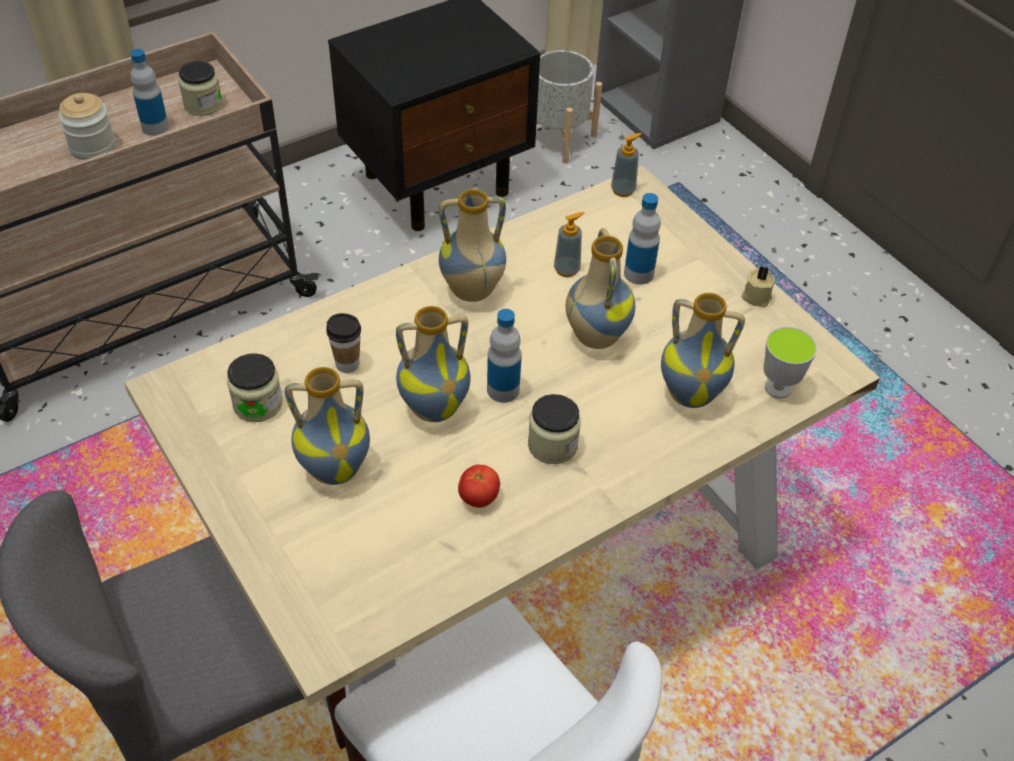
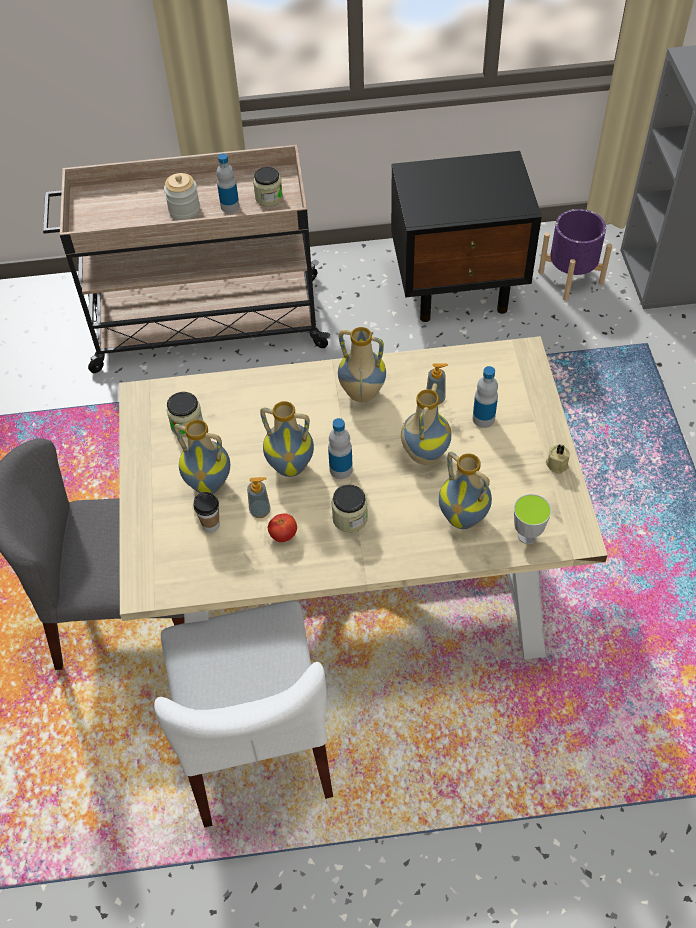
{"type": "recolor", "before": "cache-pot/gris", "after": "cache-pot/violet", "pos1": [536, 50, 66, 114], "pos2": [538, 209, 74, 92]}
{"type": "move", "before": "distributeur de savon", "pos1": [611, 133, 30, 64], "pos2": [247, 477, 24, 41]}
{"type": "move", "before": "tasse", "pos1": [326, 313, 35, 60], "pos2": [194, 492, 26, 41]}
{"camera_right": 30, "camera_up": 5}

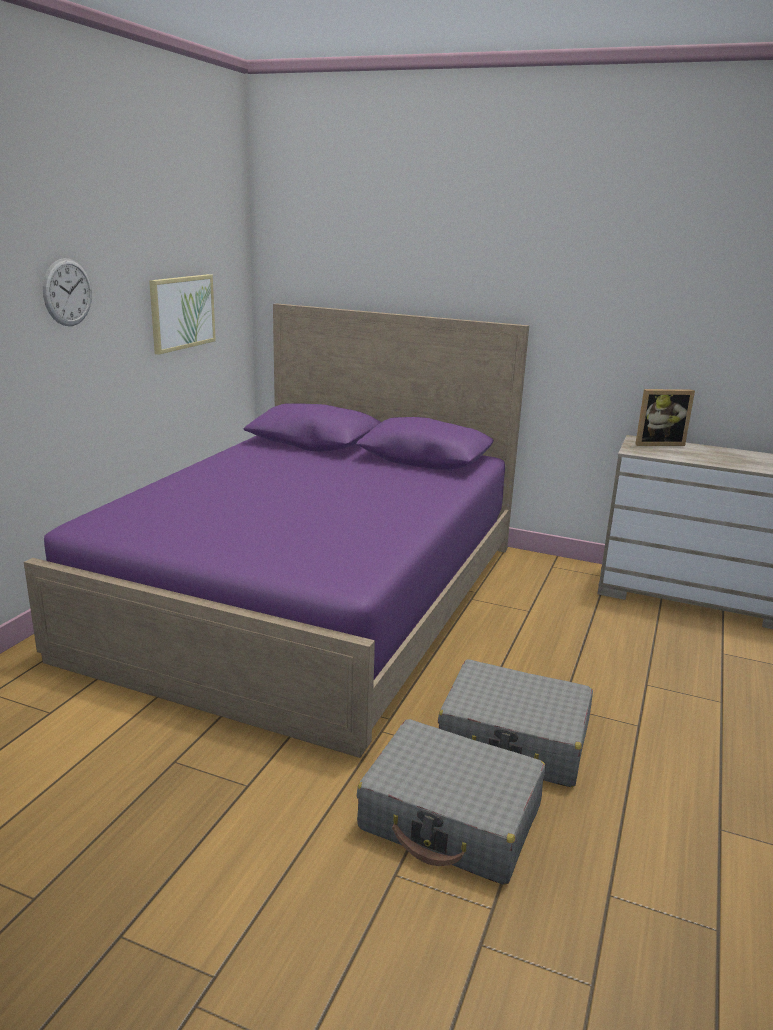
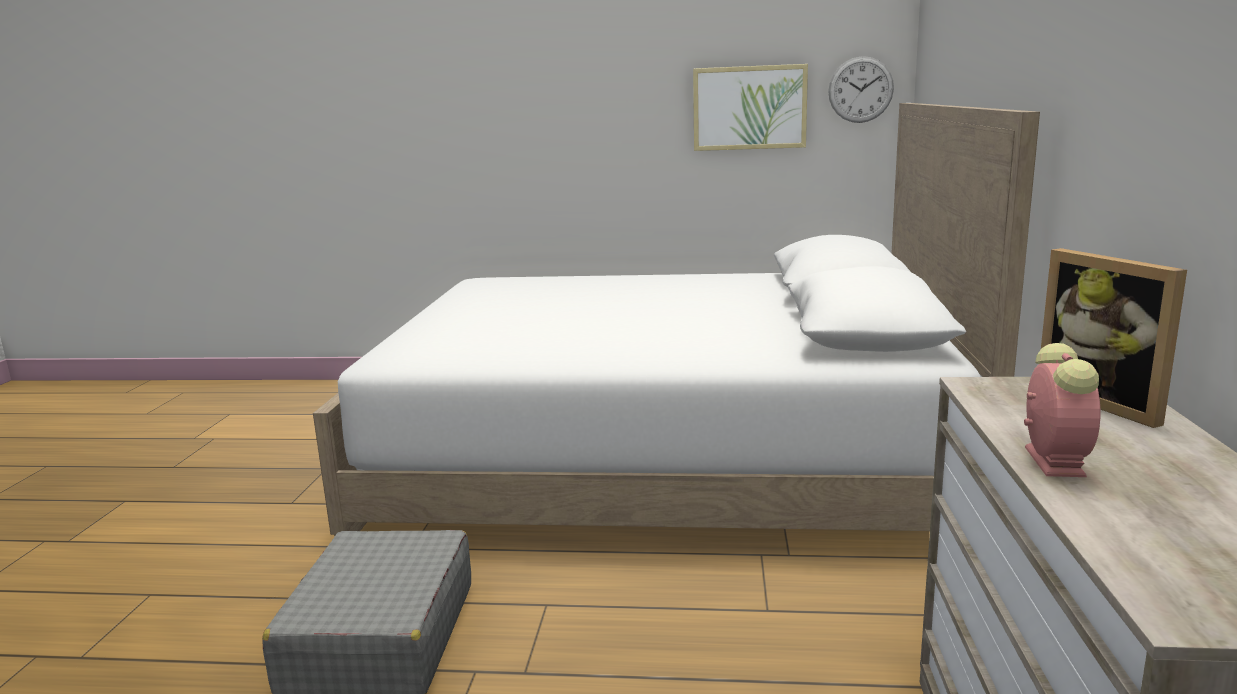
{"type": "move", "before": "horloge murale", "pos1": [43, 258, 49, 68], "pos2": [828, 56, 66, 67]}
{"type": "recolor", "before": "lit/violet", "after": "lit/blanc", "pos1": [24, 303, 505, 455], "pos2": [313, 103, 727, 434]}
{"type": "delete", "before": "valise/gris", "pos1": [357, 719, 189, 166]}
{"type": "insert", "after": "réveil", "pos2": [1024, 343, 76, 134]}
{"camera_right": 75, "camera_up": -5}

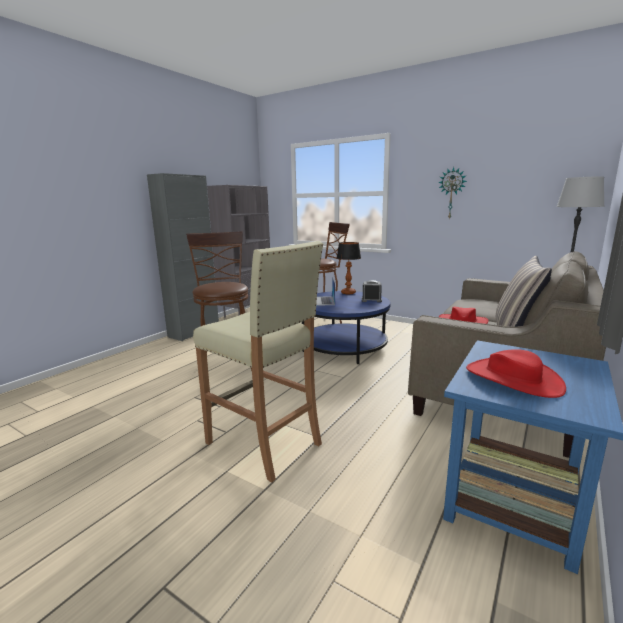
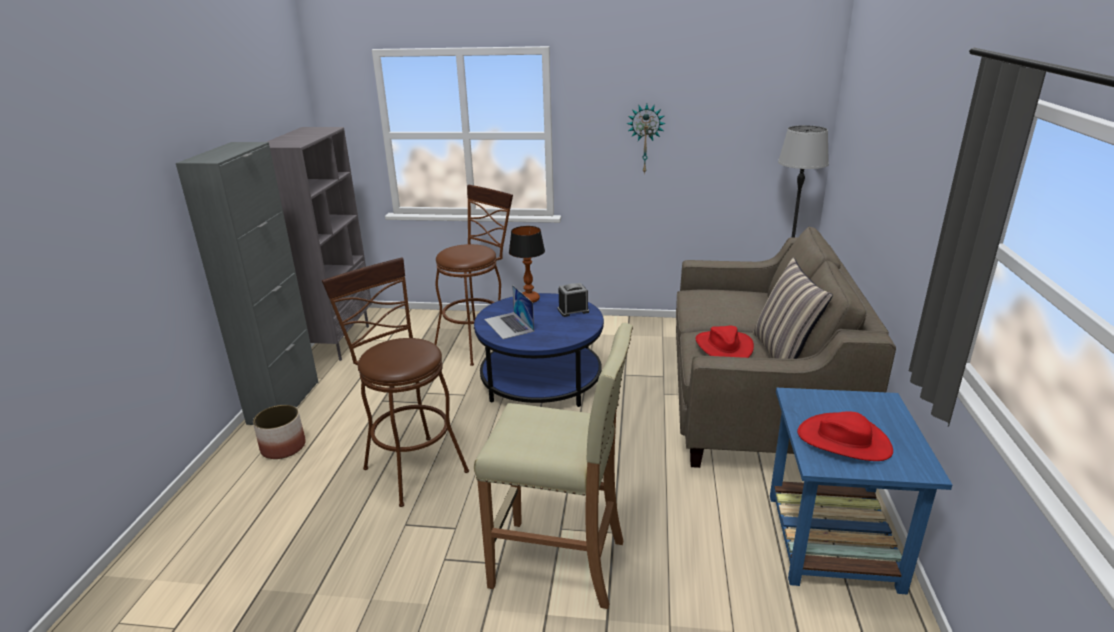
{"type": "insert", "after": "cache-pot", "pos2": [253, 405, 53, 54]}
{"camera_right": -25, "camera_up": 10}

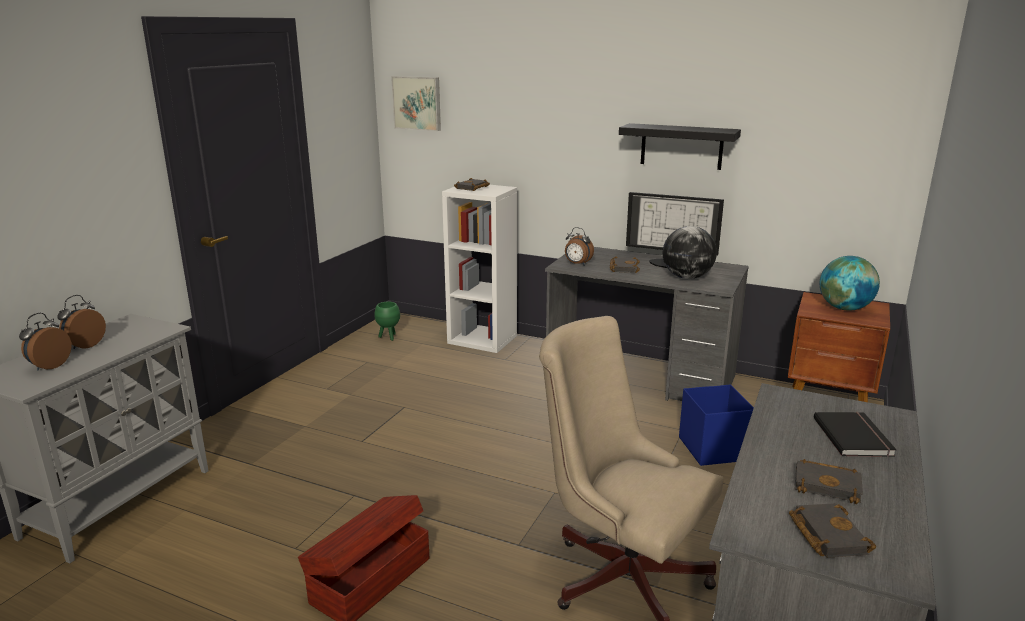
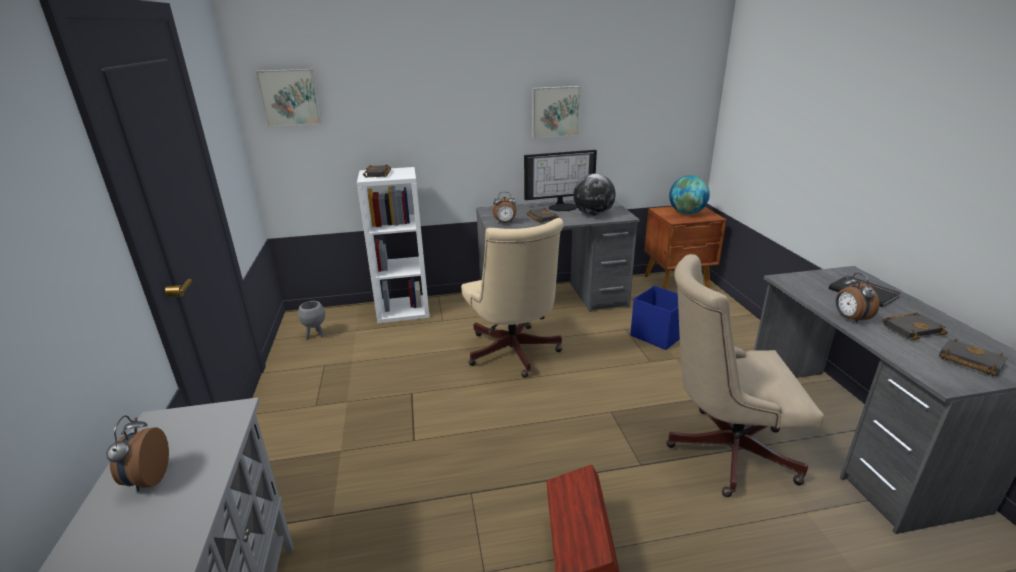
{"type": "replace", "before": "étagère/noir", "after": "tableau", "pos1": [619, 123, 122, 47], "pos2": [532, 86, 48, 52]}
{"type": "recolor", "before": "cache-pot/vert", "after": "cache-pot/gris", "pos1": [374, 302, 26, 39], "pos2": [298, 301, 27, 38]}
{"type": "move", "before": "réveil", "pos1": [19, 313, 53, 57], "pos2": [836, 273, 43, 51]}
{"type": "insert", "after": "chaise de bureau/beige", "pos2": [461, 218, 102, 160]}
{"camera_right": -35, "camera_up": 5}

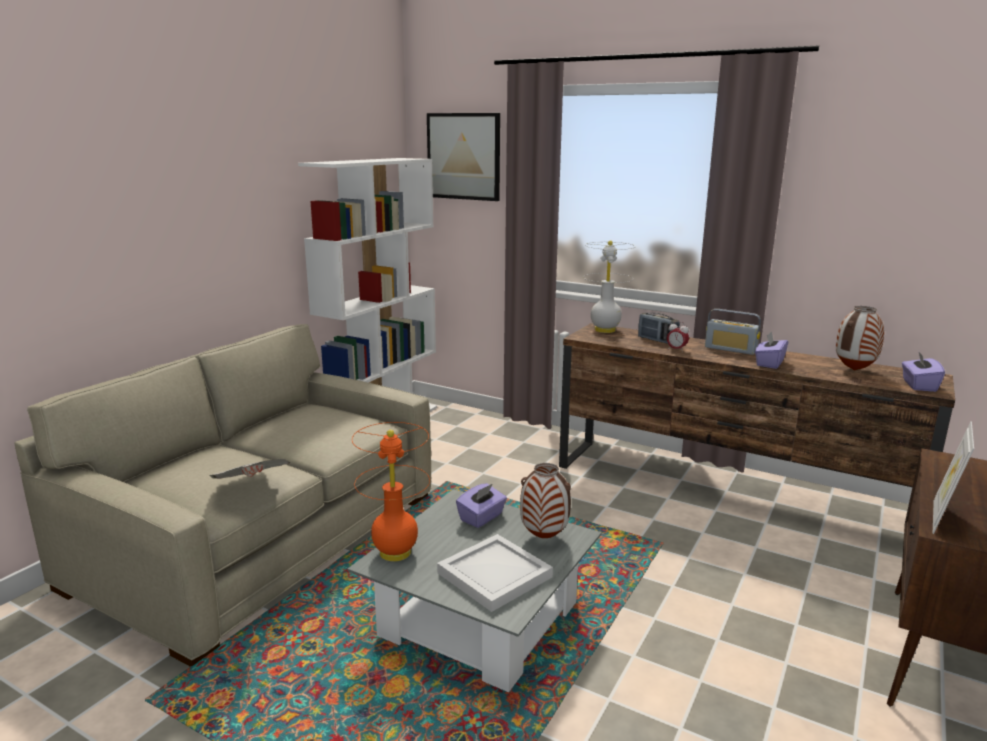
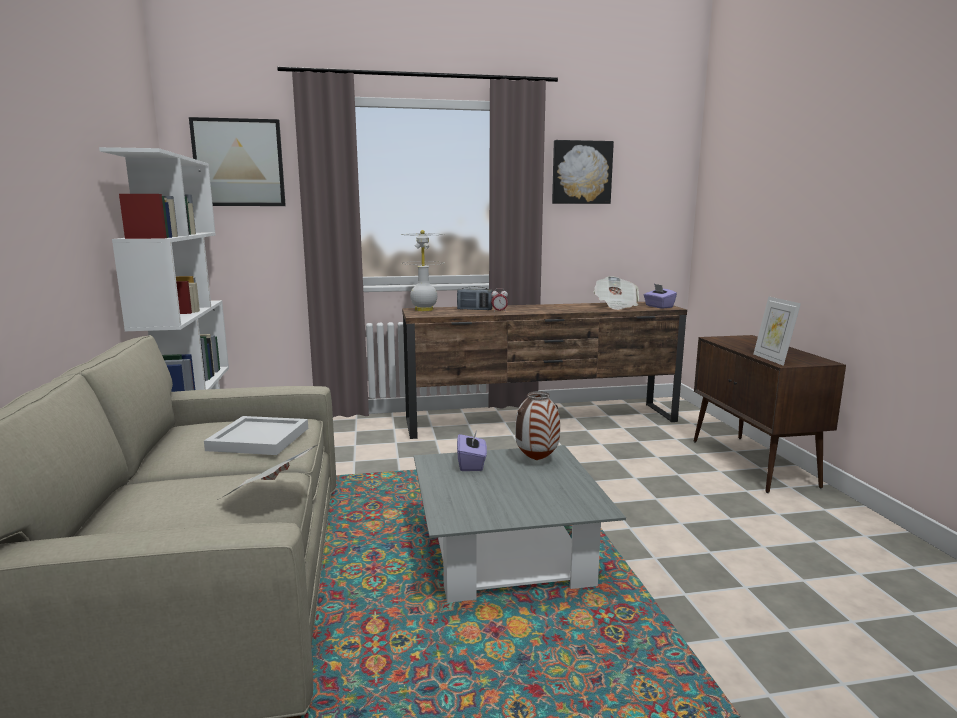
{"type": "replace", "before": "vase", "after": "journal", "pos1": [836, 306, 48, 65], "pos2": [593, 276, 46, 34]}
{"type": "delete", "before": "radio", "pos1": [705, 309, 56, 46]}
{"type": "delete", "before": "boîte à mouchoirs/violet", "pos1": [755, 331, 33, 38]}
{"type": "delete", "before": "lampe de table/orange", "pos1": [352, 422, 78, 139]}
{"type": "move", "before": "plateau/blanc", "pos1": [437, 534, 116, 78], "pos2": [204, 416, 104, 39]}
{"type": "insert", "after": "tableau", "pos2": [552, 140, 62, 64]}
{"camera_right": -40, "camera_up": -5}

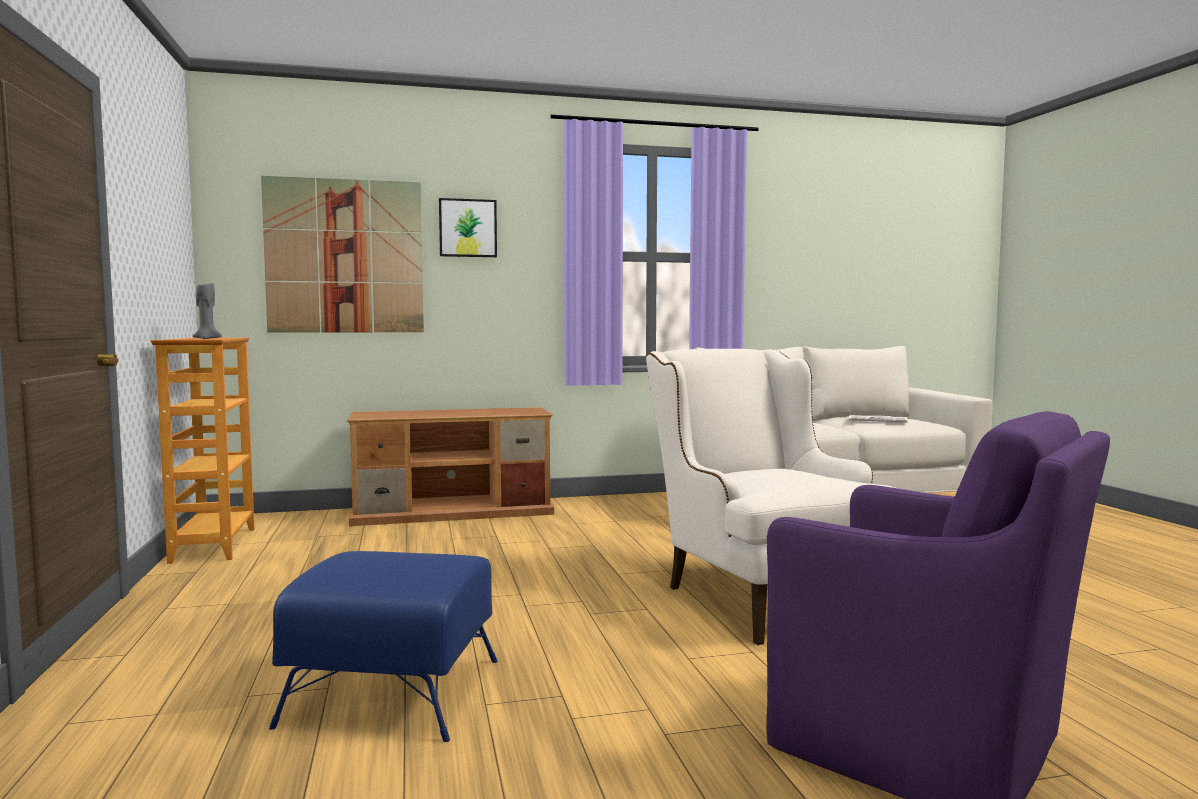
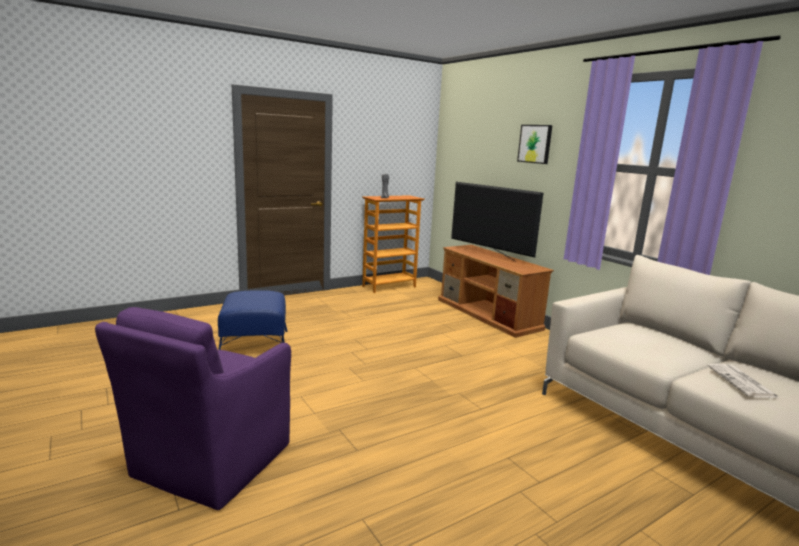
{"type": "delete", "before": "tableau", "pos1": [261, 176, 163, 157]}
{"type": "delete", "before": "fauteuil/beige", "pos1": [646, 349, 249, 296]}
{"type": "insert", "after": "téléviseur", "pos2": [451, 182, 92, 79]}
{"camera_right": 70, "camera_up": 10}

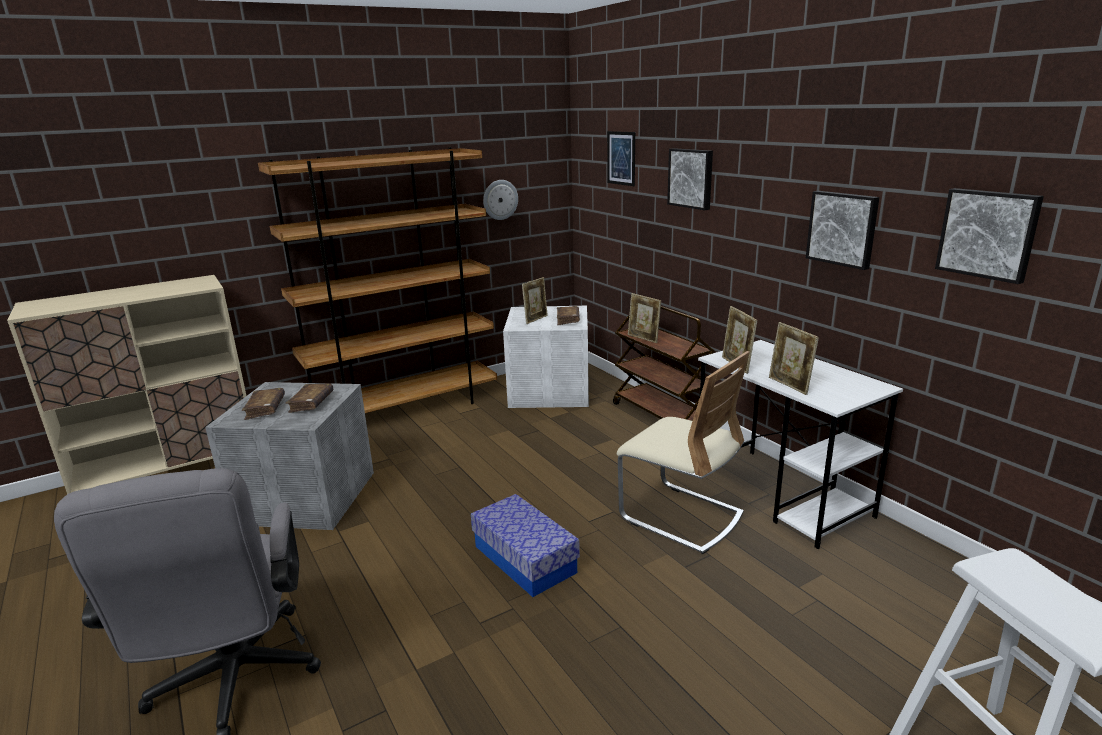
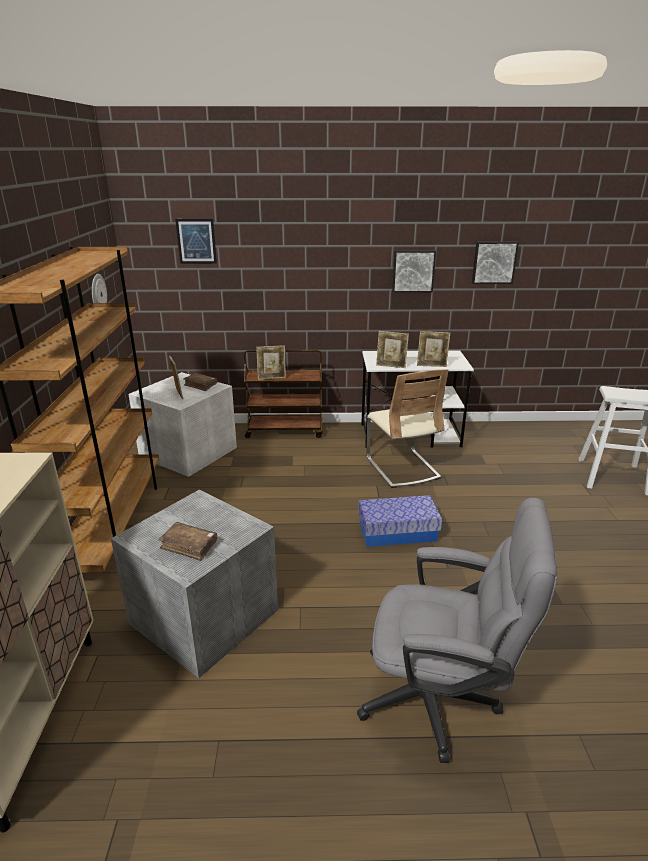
{"type": "delete", "before": "tableau", "pos1": [667, 148, 46, 62]}
{"type": "rotate", "before": "chaise/beige", "pos1": [617, 351, 133, 203], "pos2": [366, 369, 83, 119], "turn": 90}
{"type": "delete", "before": "livre/marron", "pos1": [285, 383, 48, 30]}
{"camera_right": -60, "camera_up": 5}

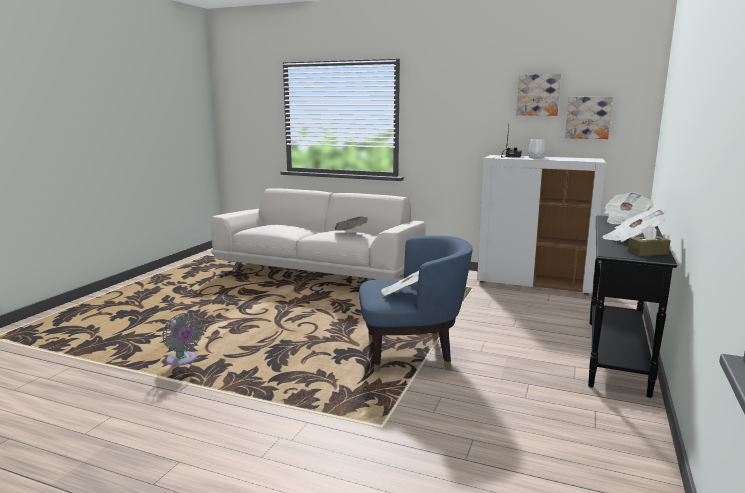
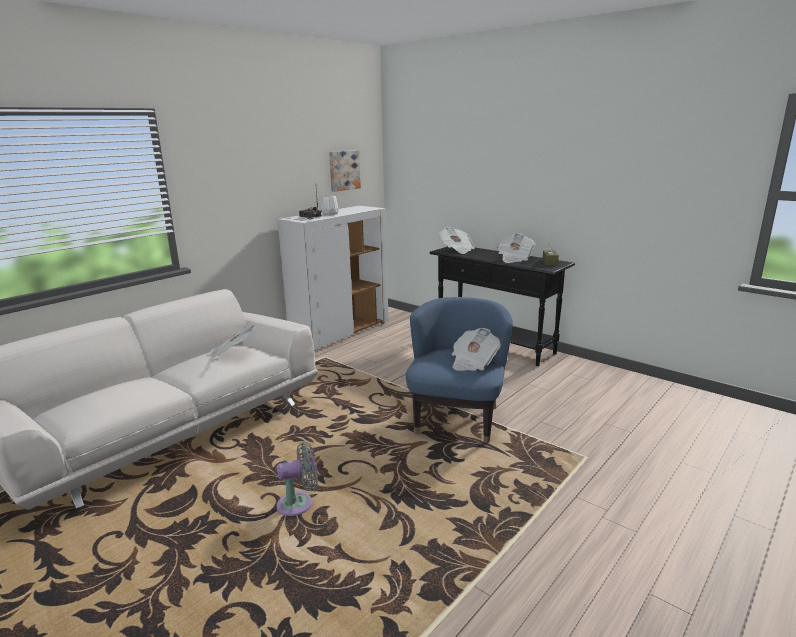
{"type": "delete", "before": "tableau", "pos1": [516, 74, 45, 42]}
{"type": "move", "before": "ventilateur/gris", "pos1": [162, 313, 41, 53], "pos2": [276, 442, 42, 74]}
{"camera_right": -70, "camera_up": 5}

